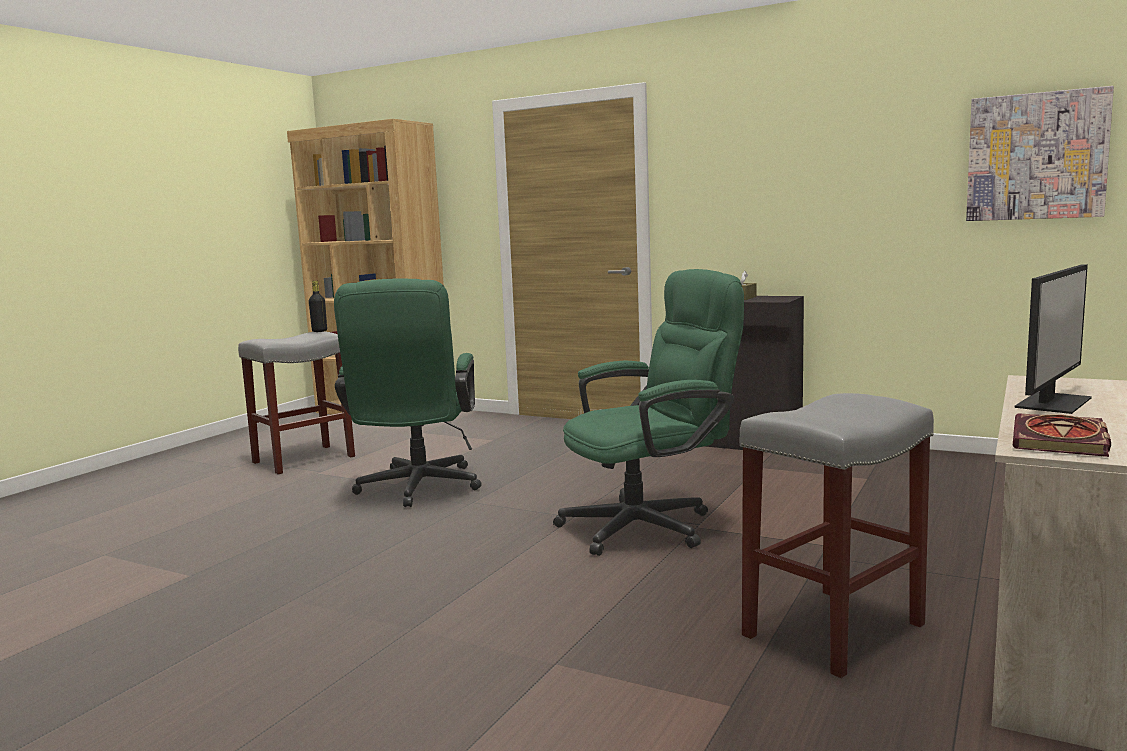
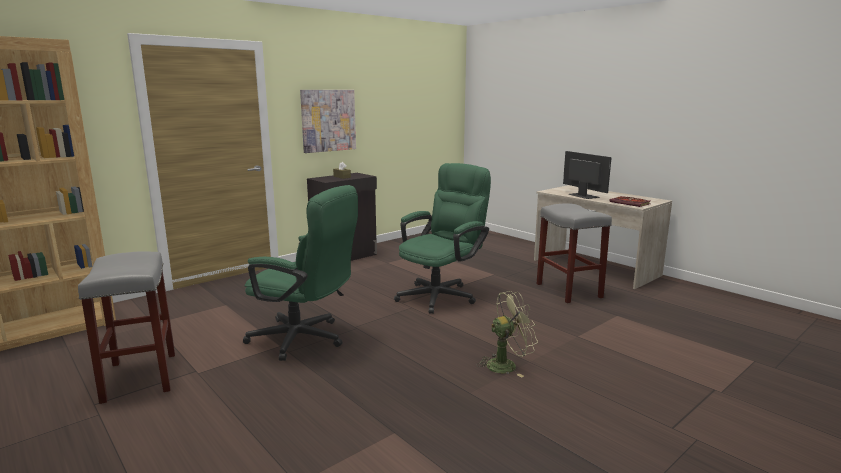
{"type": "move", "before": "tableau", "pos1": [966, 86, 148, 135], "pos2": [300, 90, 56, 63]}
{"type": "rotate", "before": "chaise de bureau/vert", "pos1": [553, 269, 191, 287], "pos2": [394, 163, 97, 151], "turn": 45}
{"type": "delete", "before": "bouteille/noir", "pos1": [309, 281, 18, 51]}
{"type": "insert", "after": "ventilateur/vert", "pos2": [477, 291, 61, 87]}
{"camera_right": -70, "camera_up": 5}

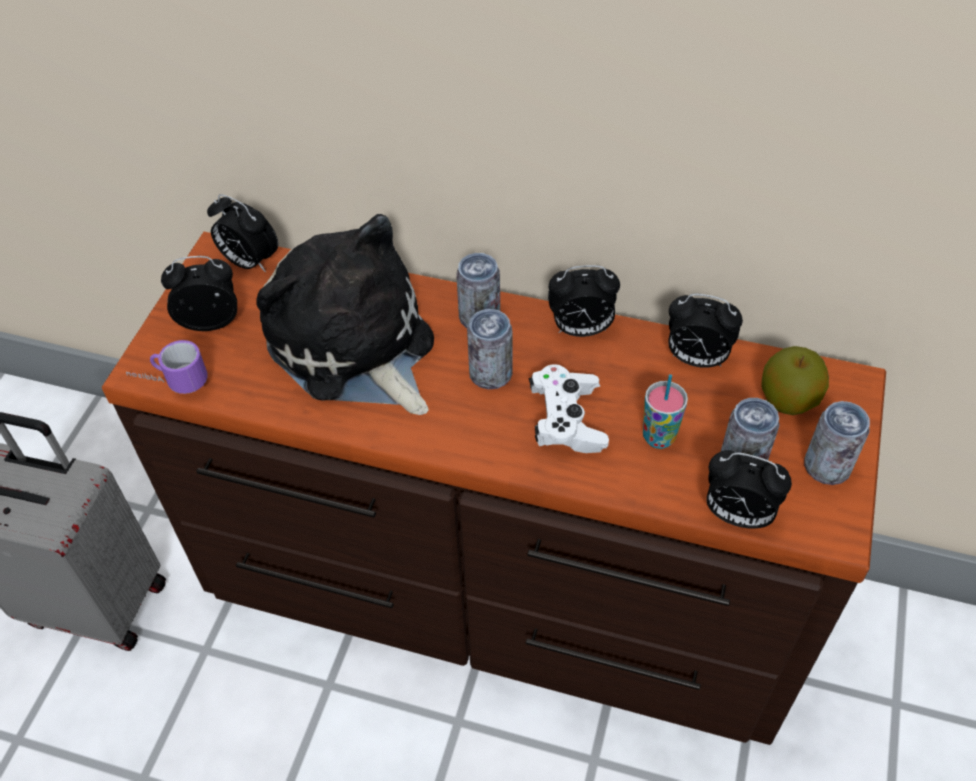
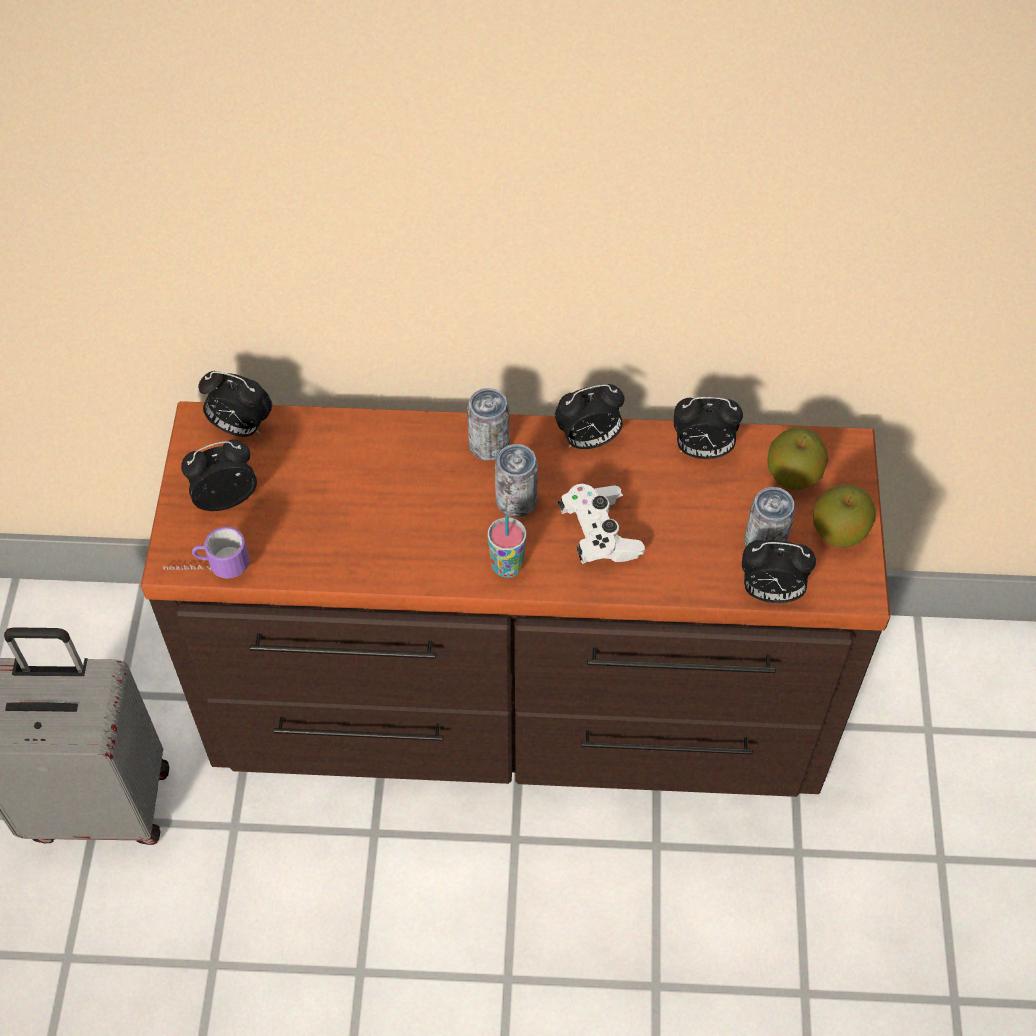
{"type": "delete", "before": "peluche", "pos1": [256, 214, 178, 201]}
{"type": "move", "before": "tasse", "pos1": [643, 374, 45, 75], "pos2": [488, 515, 38, 63]}
{"type": "replace", "before": "boîte métallique", "after": "pomme", "pos1": [804, 401, 66, 84], "pos2": [813, 484, 63, 64]}
{"camera_right": -15, "camera_up": 5}

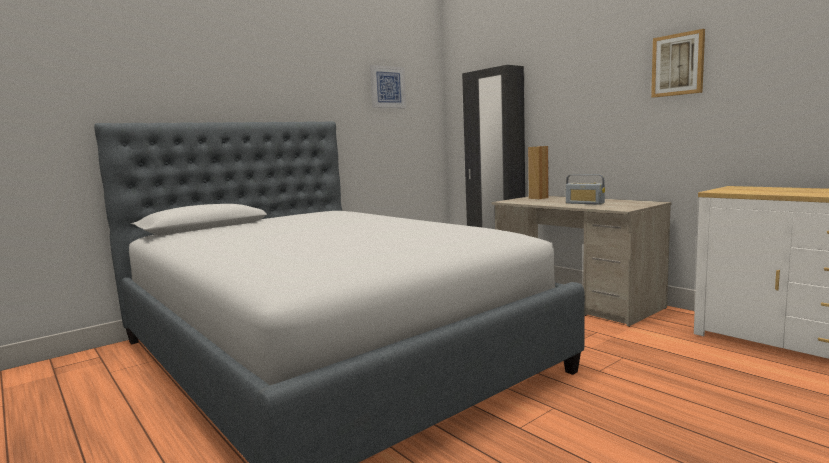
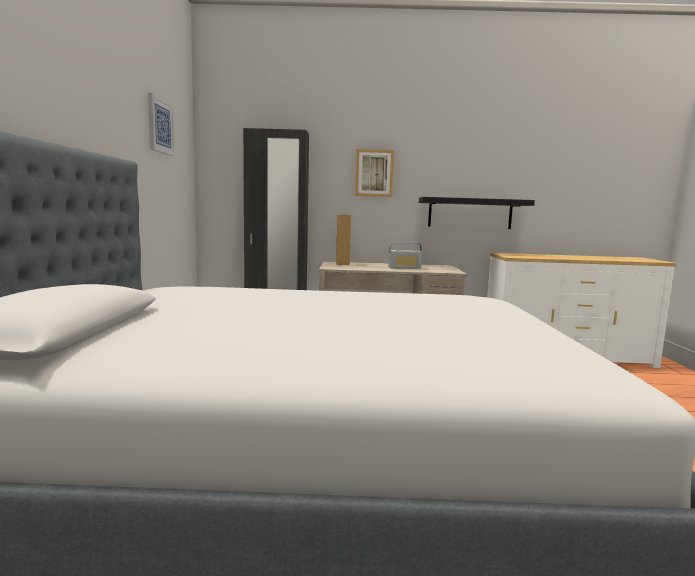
{"type": "move", "before": "tableau", "pos1": [651, 29, 54, 69], "pos2": [355, 149, 39, 48]}
{"type": "insert", "after": "étagère/noir", "pos2": [419, 197, 116, 32]}
{"camera_right": -50, "camera_up": 0}

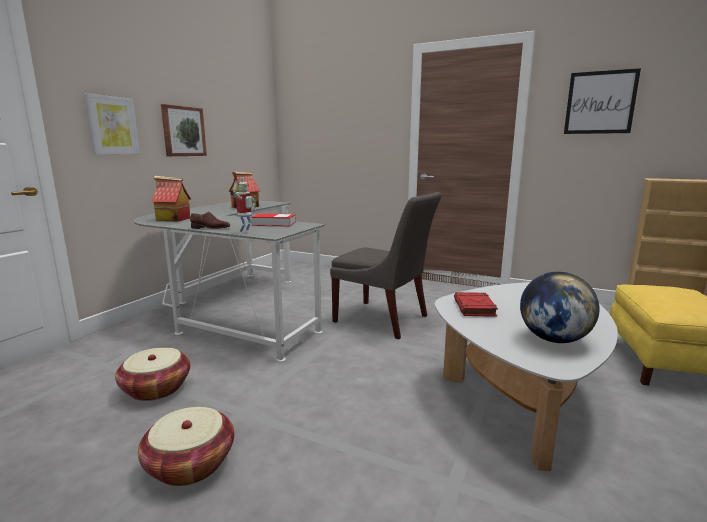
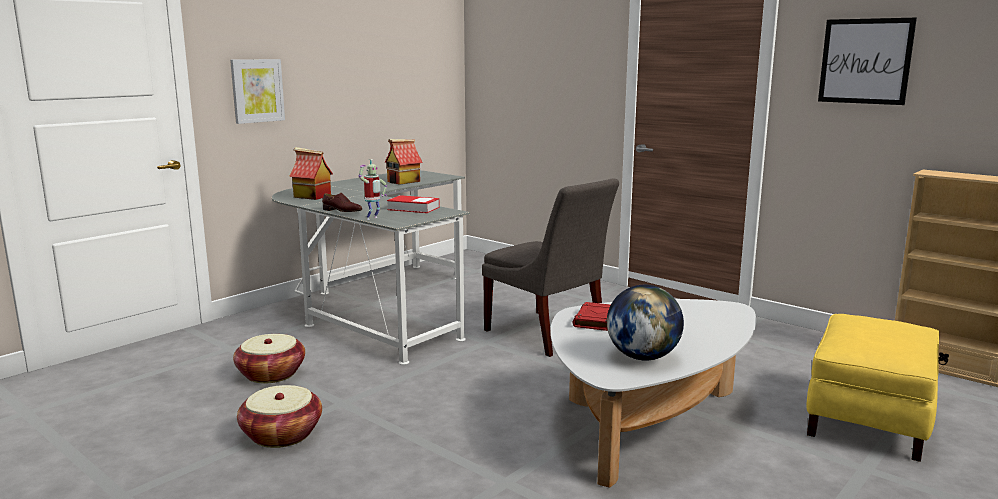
{"type": "delete", "before": "tableau", "pos1": [161, 104, 46, 52]}
{"camera_right": 15, "camera_up": 0}

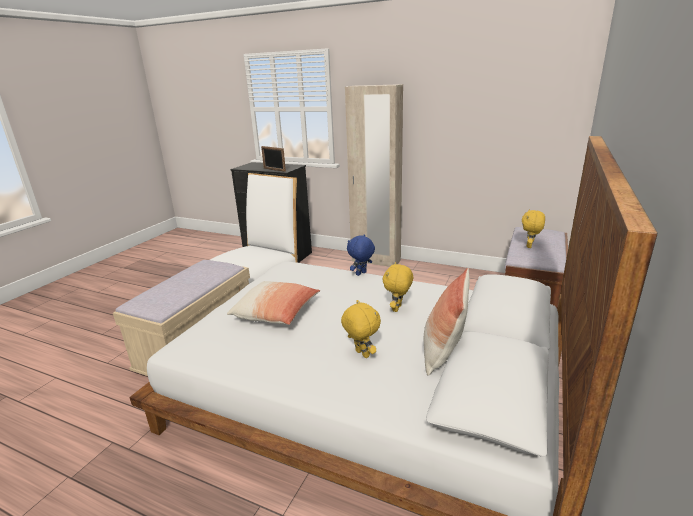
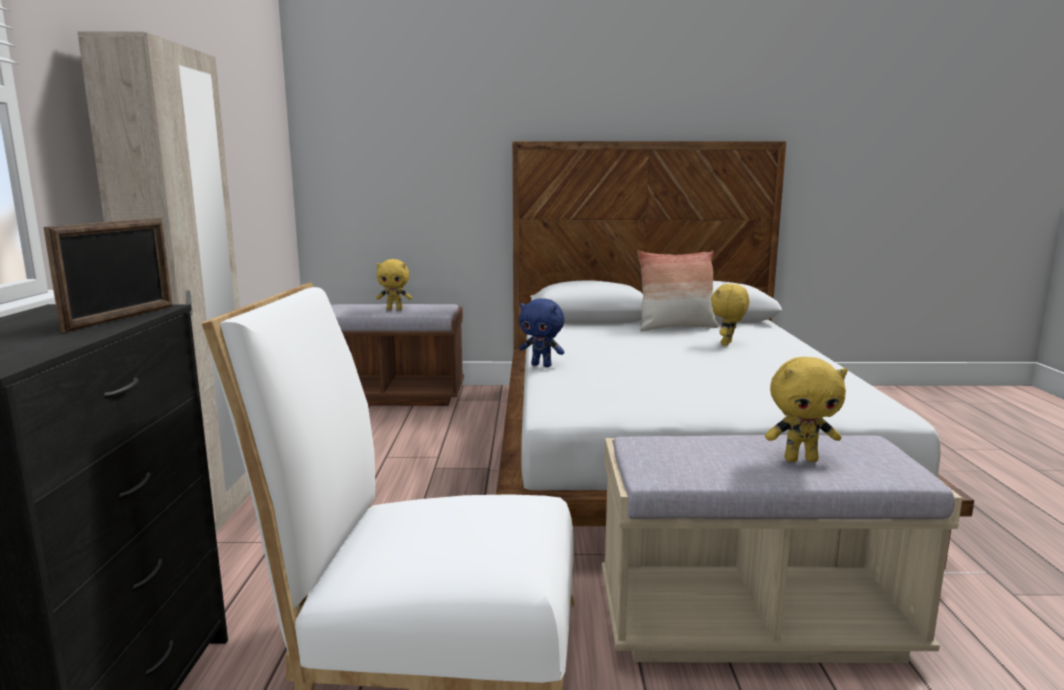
{"type": "move", "before": "peluche/jaune", "pos1": [383, 262, 30, 50], "pos2": [765, 357, 83, 105]}
{"type": "delete", "before": "coussin", "pos1": [227, 281, 93, 44]}
{"camera_right": -115, "camera_up": -10}

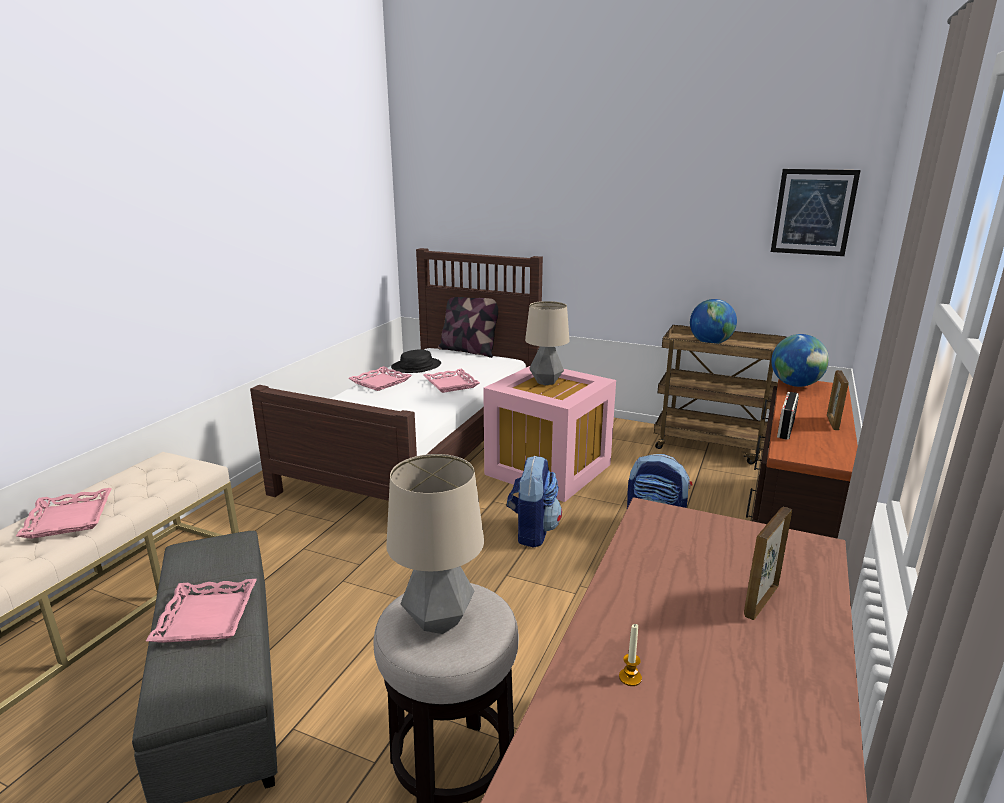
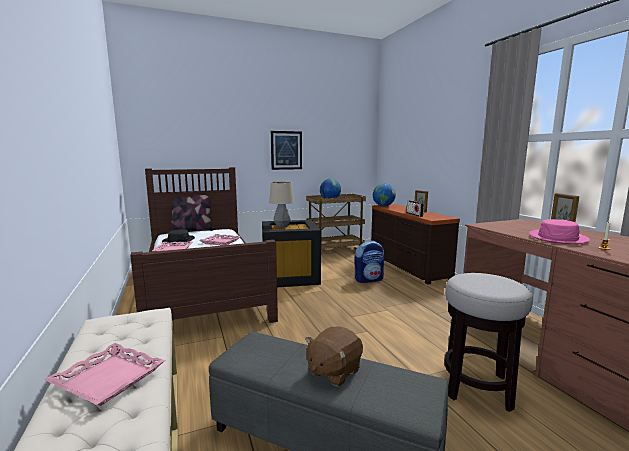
{"type": "move", "before": "tableau", "pos1": [771, 169, 90, 87], "pos2": [271, 131, 31, 39]}
{"type": "recolor", "before": "boîte de rangement/rose", "after": "boîte de rangement/noir", "pos1": [483, 366, 133, 136], "pos2": [262, 220, 59, 67]}
{"type": "delete", "before": "lampe de table", "pos1": [386, 454, 98, 180]}
{"type": "delete", "before": "sac à dos", "pos1": [507, 455, 55, 93]}
{"type": "replace", "before": "plateau/rose", "after": "peluche/marron", "pos1": [146, 579, 111, 64], "pos2": [305, 327, 58, 60]}
{"type": "insert", "after": "chapeau/rose", "pos2": [529, 219, 61, 25]}
{"camera_right": -45, "camera_up": -10}

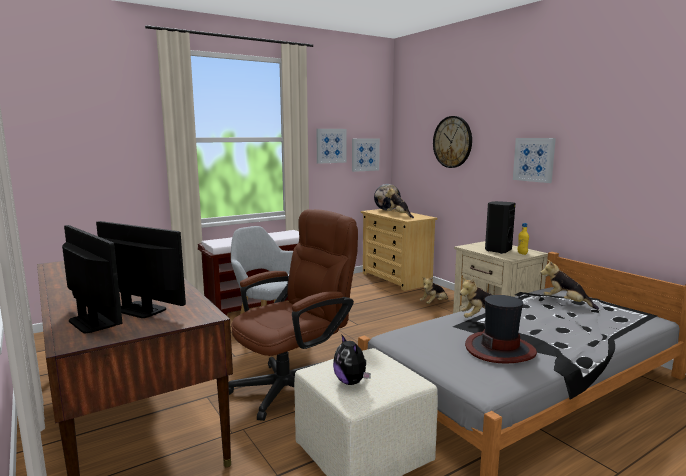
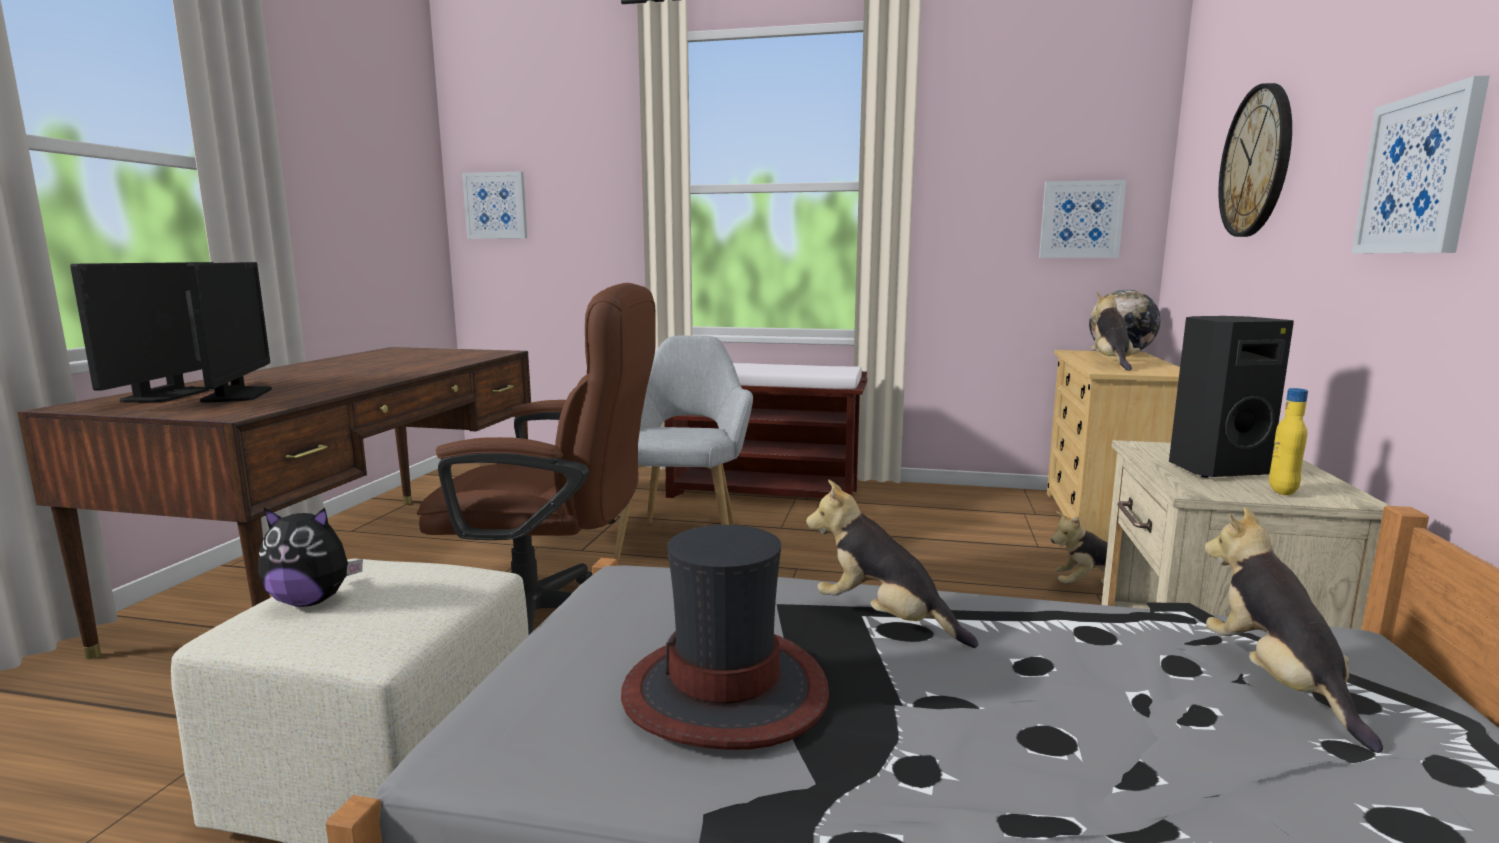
{"type": "move", "before": "tableau", "pos1": [316, 129, 31, 35], "pos2": [462, 171, 65, 68]}
{"type": "rotate", "before": "peluche", "pos1": [333, 334, 38, 51], "pos2": [258, 508, 105, 99], "turn": -105}
{"camera_right": 45, "camera_up": 0}

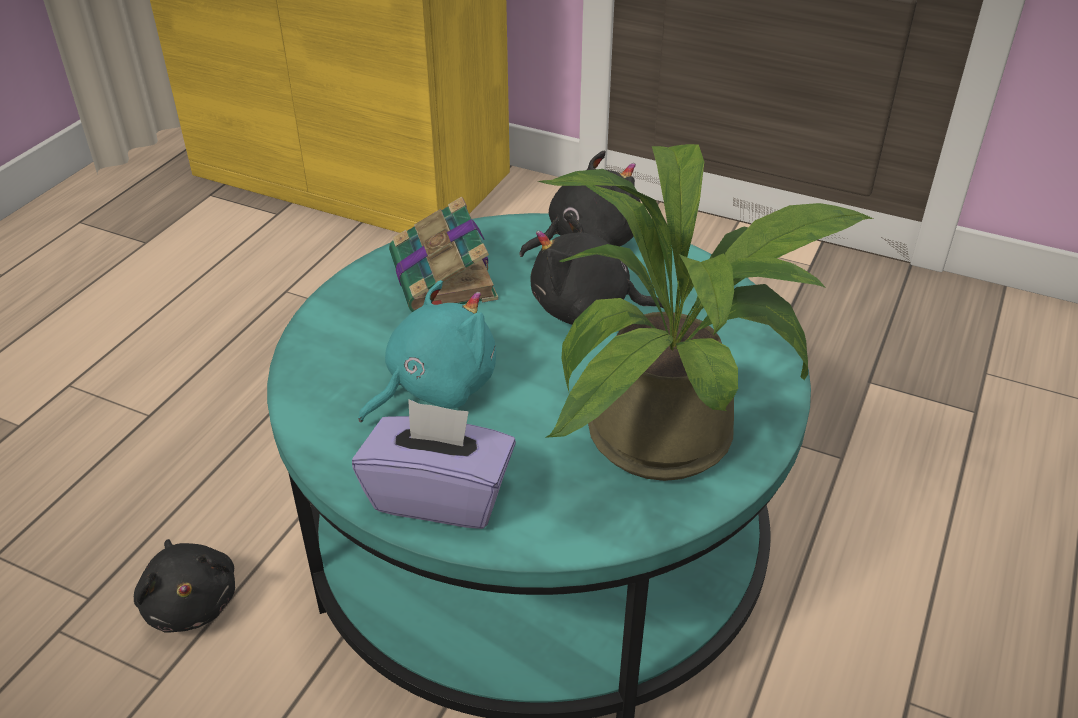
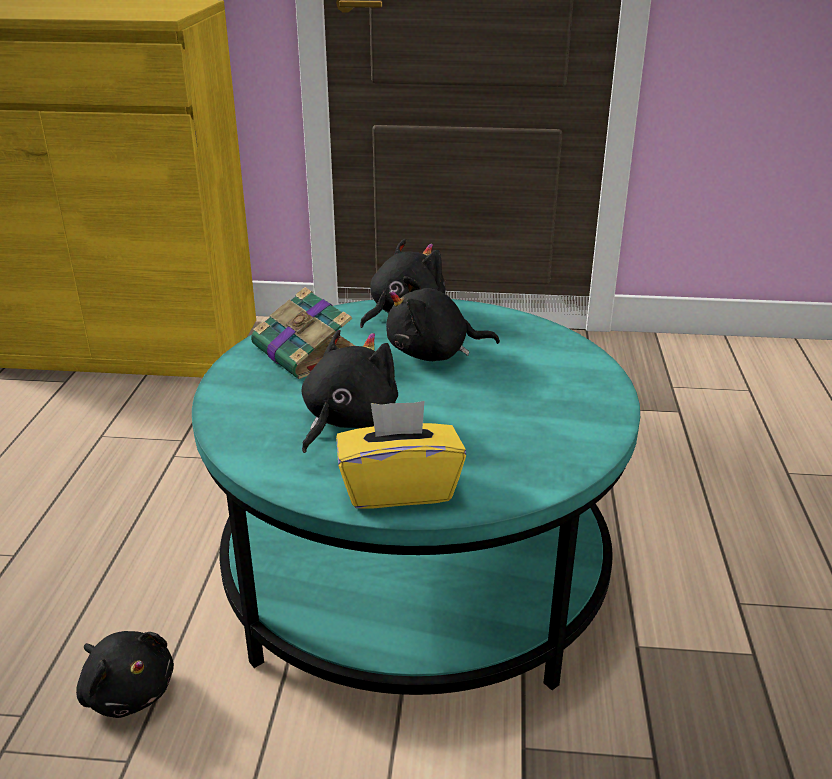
{"type": "delete", "before": "plante en pot", "pos1": [538, 144, 335, 337]}
{"type": "recolor", "before": "peluche/turquoise", "after": "peluche/noir", "pos1": [358, 280, 138, 142], "pos2": [302, 330, 96, 123]}
{"type": "recolor", "before": "boîte à mouchoirs/violet", "after": "boîte à mouchoirs/jaune", "pos1": [352, 399, 164, 130], "pos2": [336, 401, 130, 108]}
{"camera_right": -20, "camera_up": -10}

